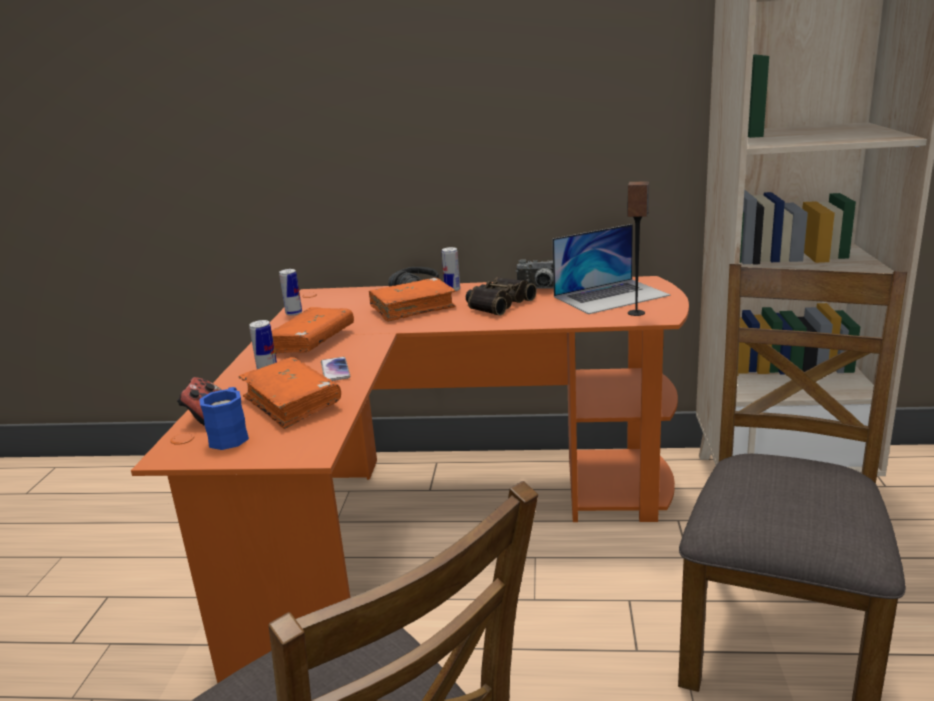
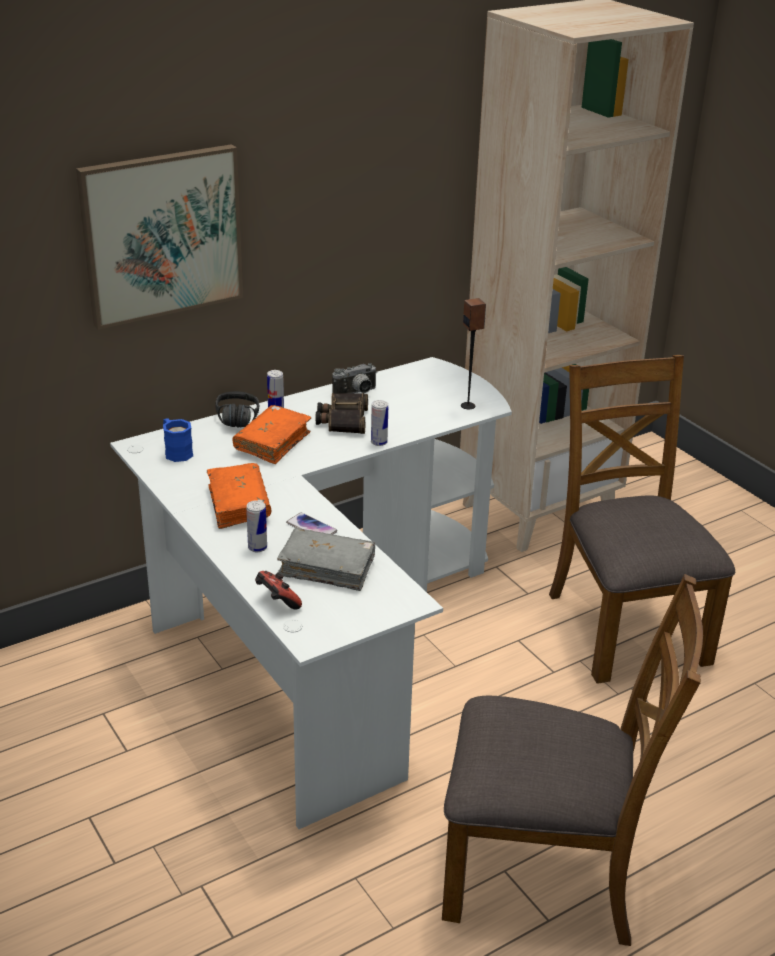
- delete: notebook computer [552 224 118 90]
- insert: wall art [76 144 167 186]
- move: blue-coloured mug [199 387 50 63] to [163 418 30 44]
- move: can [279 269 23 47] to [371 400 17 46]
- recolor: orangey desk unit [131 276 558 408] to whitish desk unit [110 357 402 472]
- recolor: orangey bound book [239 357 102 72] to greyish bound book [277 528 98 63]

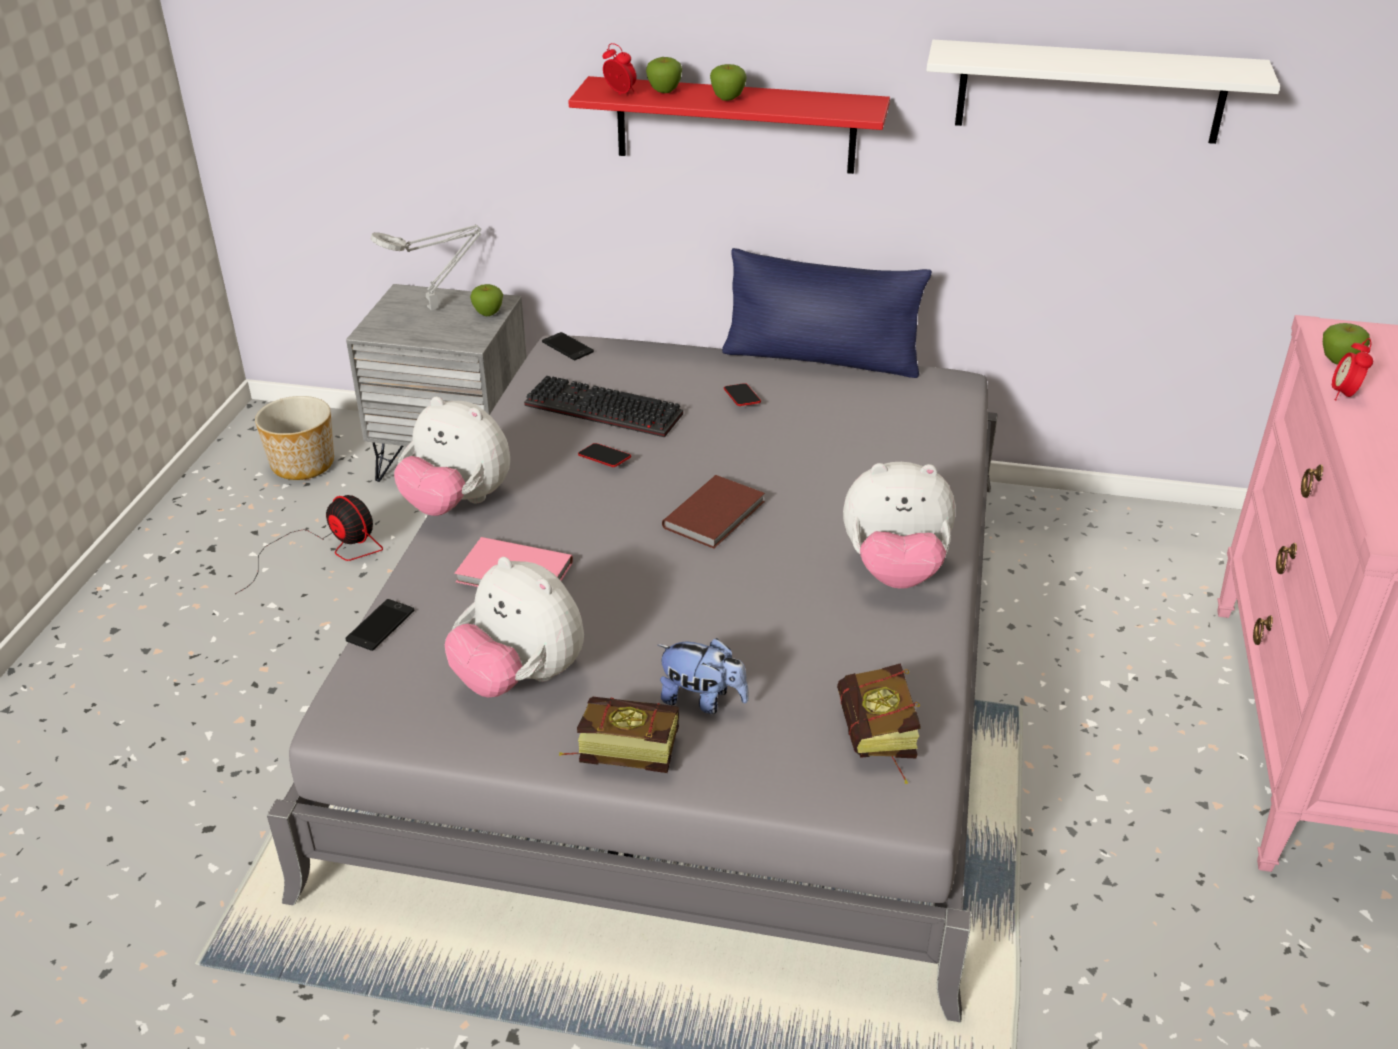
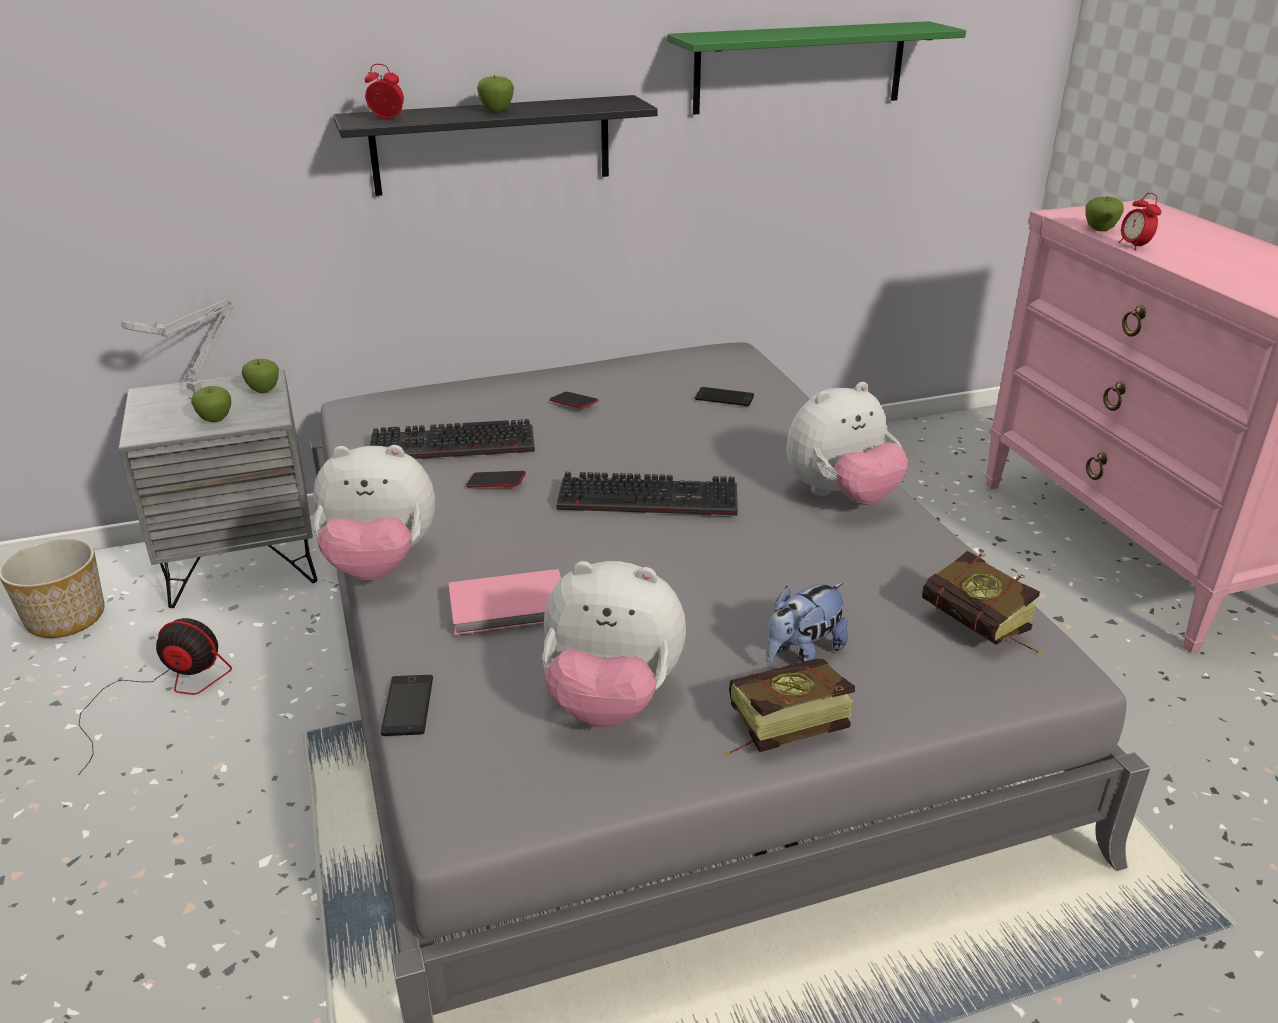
- delete: blue-coloured pillow [722 248 210 130]
- move: telephone [542 332 52 28] to [695 387 59 19]
- move: apple fruit [646 57 36 36] to [191 386 40 36]
- replace: brownish bound book [662 475 103 73] to PC keyboard [556 472 182 44]
- recolor: red-coloured wall shelf [568 76 322 98] to blackish wall shelf [333 95 325 101]
- recolor: whitish wall shelf [926 40 354 104] to greenish wall shelf [667 21 299 94]
- rotate: plush toy [658 638 91 76] = [766 583 82 80] 150 degrees clockwise

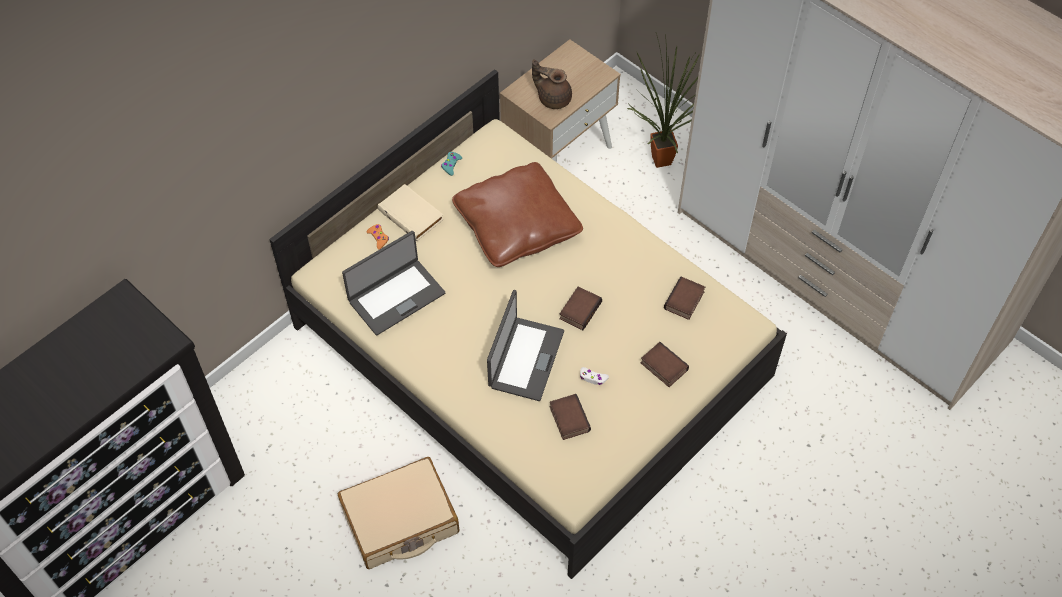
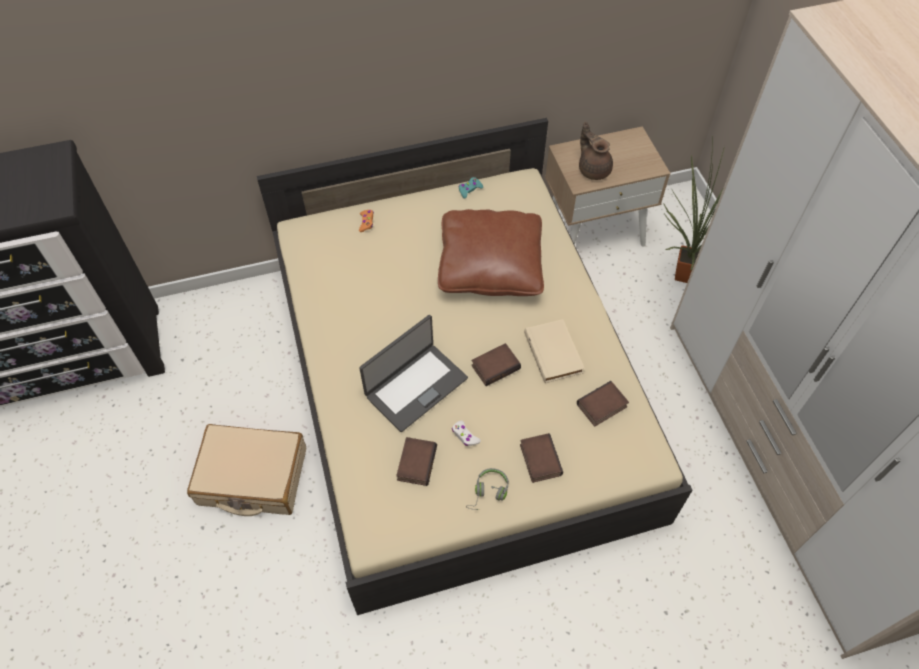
- delete: notebook computer [342 231 103 105]
- insert: greyish pair of headphones [466 468 43 42]
- move: beige-coloured bound book [377 184 67 57] to [524 319 61 64]

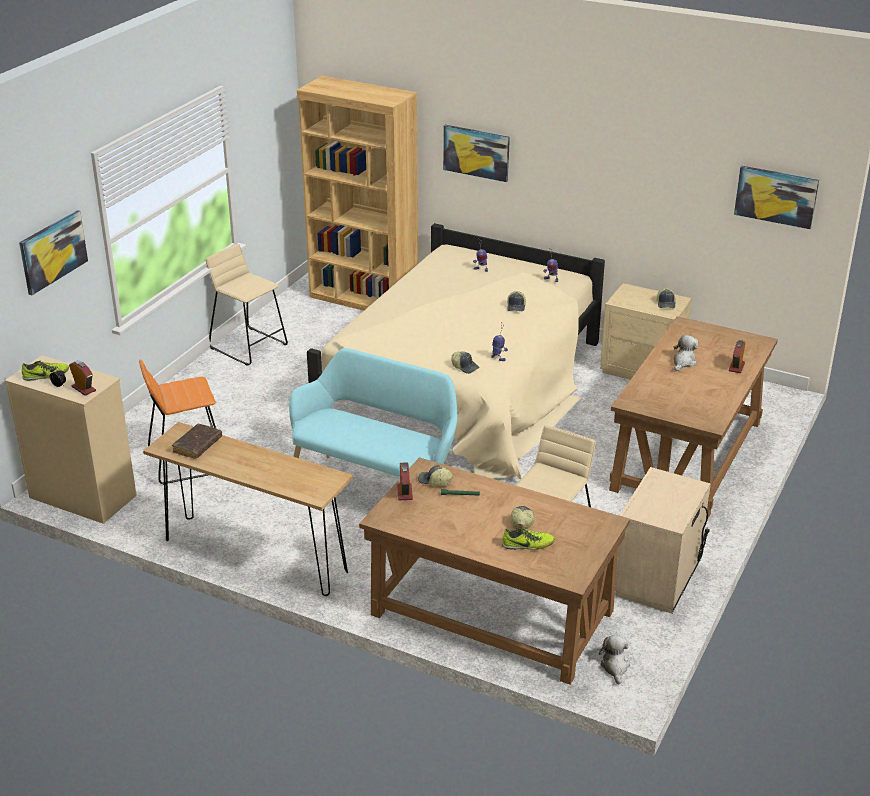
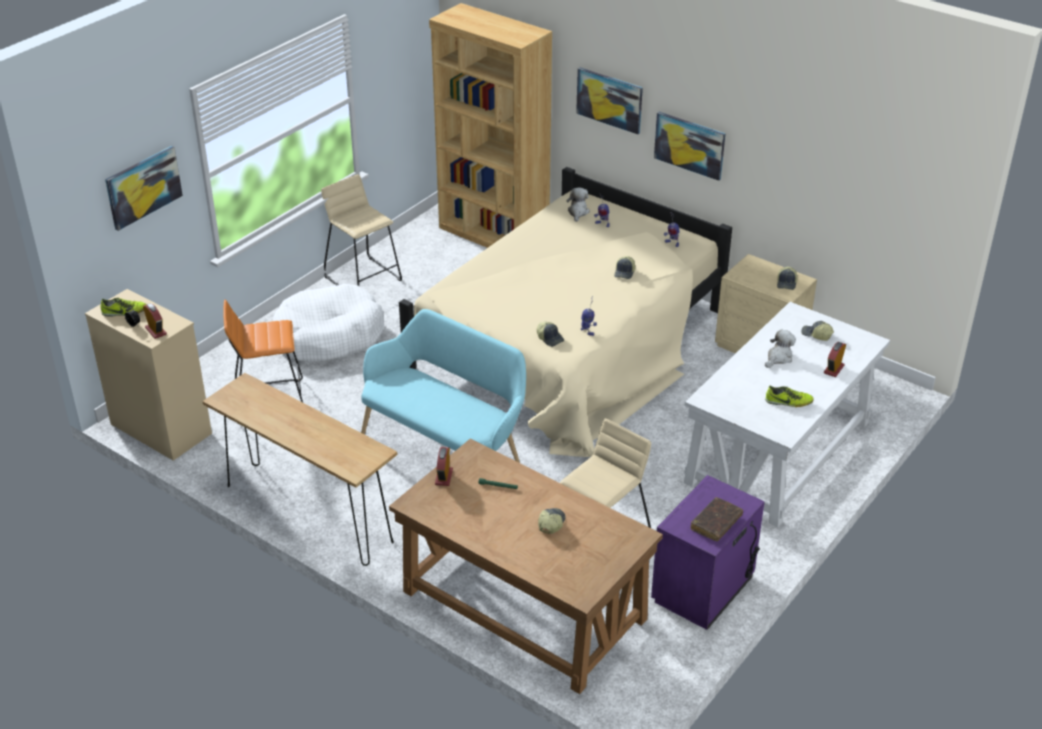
- insert: whitish dog cushion [273 284 112 78]
- move: brownish bound book [172 424 50 35] to [691 497 52 44]
- move: peaked cap [418 465 35 22] to [801 321 33 20]
- move: item of footwear [502 528 53 22] to [765 385 49 22]
- move: plush toy [599 635 31 50] to [567 187 23 35]
- move: wall art [734 166 85 63] to [654 112 71 69]
- recolor: brownish desk unit [609 316 169 202] to whitish desk unit [684 302 206 225]
- recolor: beige-coloured night table [615 467 96 146] to purple-coloured night table [651 475 114 155]

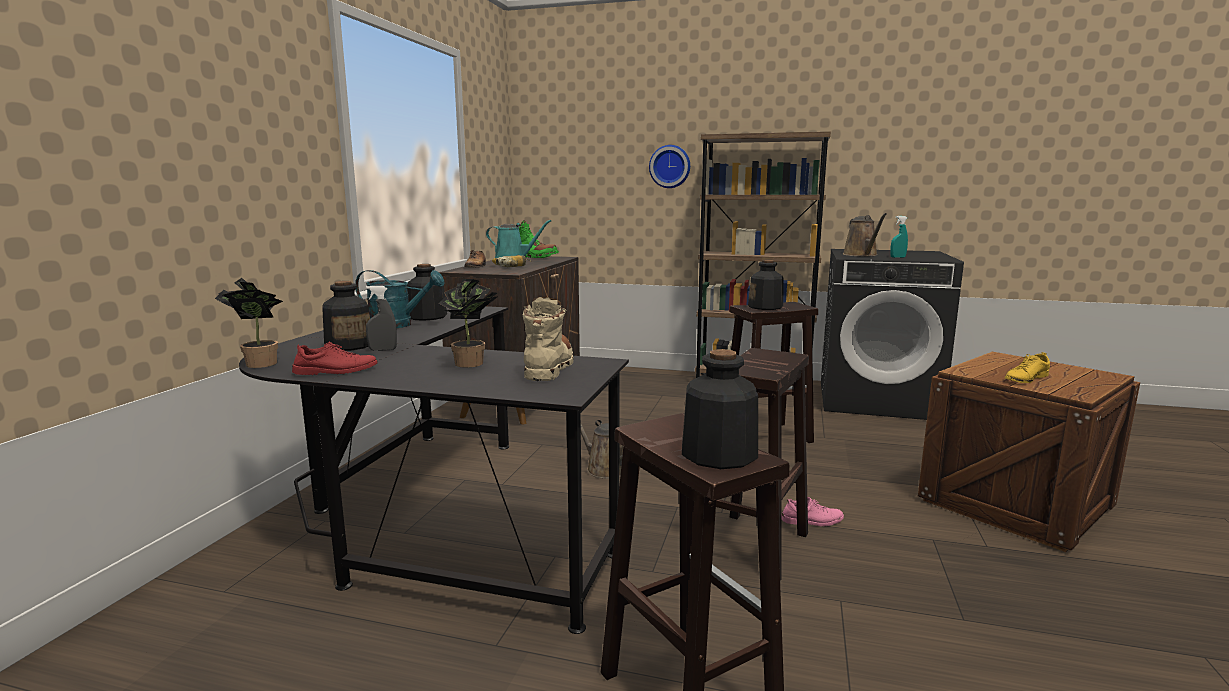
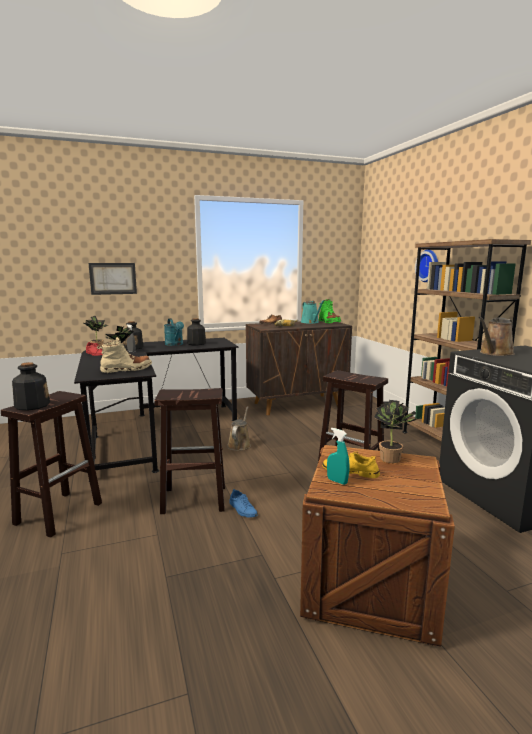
- delete: bottle [748 260 35 50]
- insert: wall art [89 263 48 32]
- insert: potted plant [374 400 47 63]
- move: turquoise-coloured sprayer [890 216 18 42] to [327 428 22 57]
- recolor: pink-coloured item of footwear [781 497 63 29] to blue-coloured item of footwear [229 489 29 29]

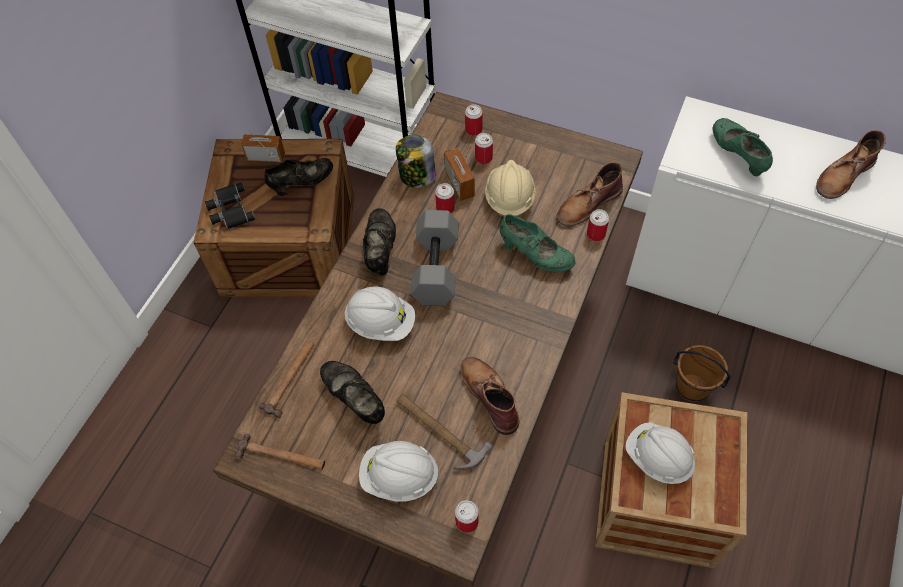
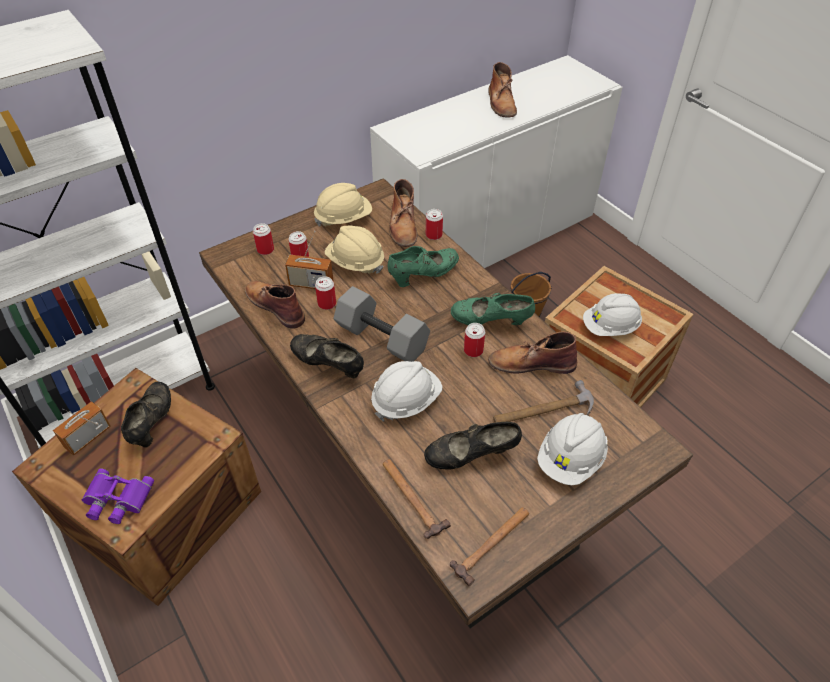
- insert: beige-coloured work helmet [314 183 58 44]
- move: can [455 500 24 33] to [464 323 21 34]
- move: greenish item of footwear [713 118 60 58] to [451 293 84 32]
- replace: jar [396 135 40 53] to brownish tall boot [245 281 60 48]
- recolor: blackish pair of binoculars [205 182 50 47] to purple-coloured pair of binoculars [82 469 72 55]

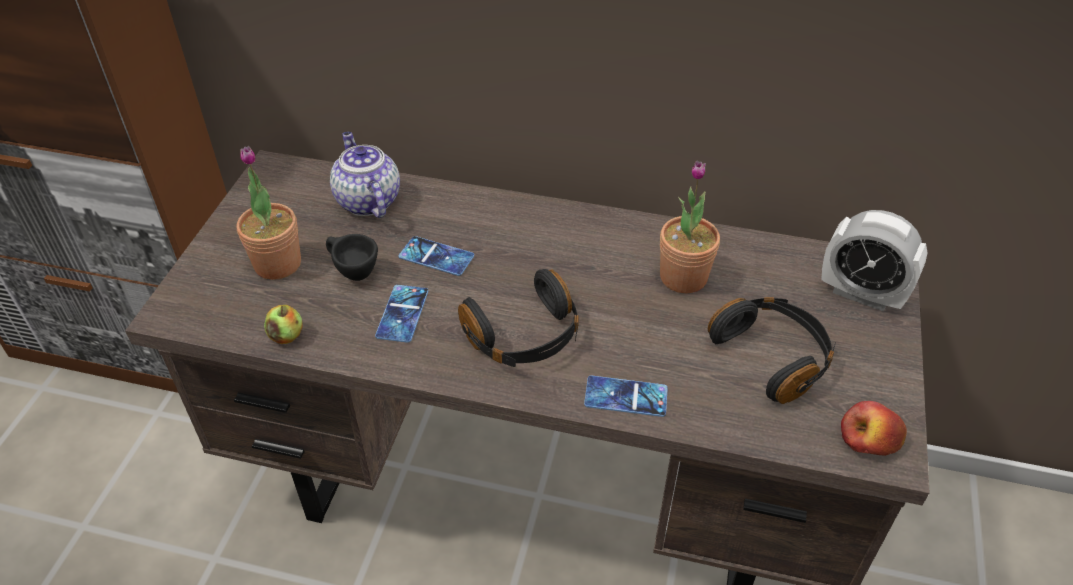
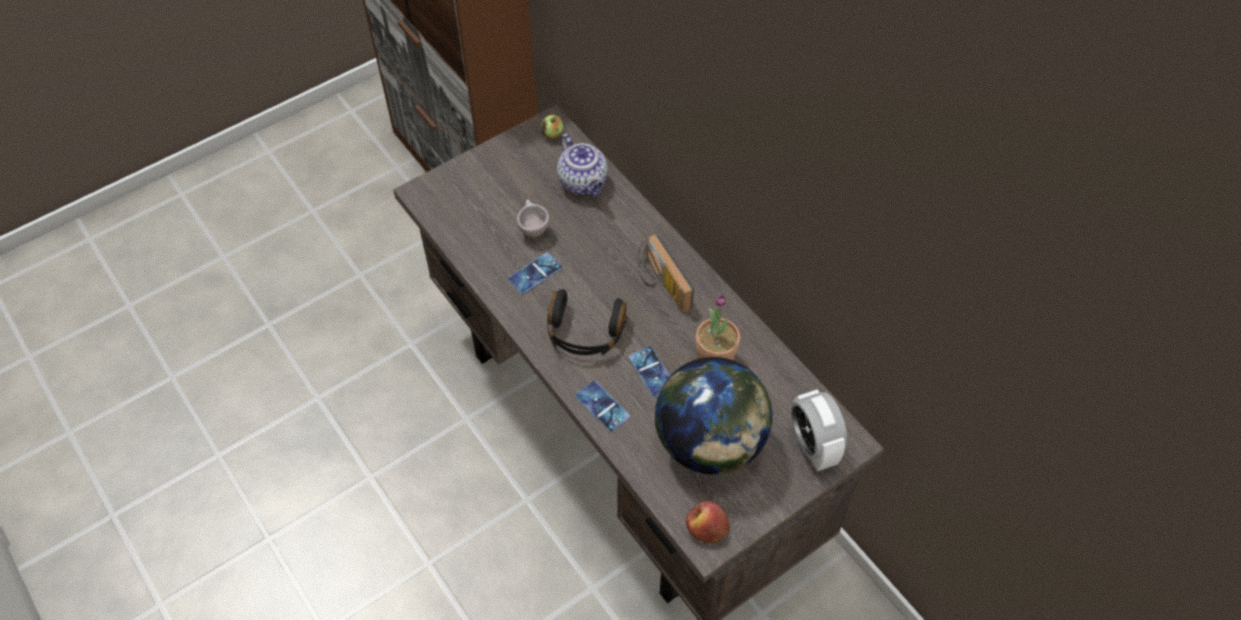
- delete: potted plant [237 146 64 134]
- insert: radio set [638 234 56 78]
- move: apple fruit [264 305 38 39] to [540 115 23 24]
- move: telephone [398 236 76 40] to [629 346 41 51]
- replace: blackish pair of headphones [708 297 128 107] to desk globe [654 357 118 118]
- recolor: blackish drinking cup [326 234 52 47] to beige-coloured drinking cup [517 199 32 38]
- rotate: pot for tea [330 132 70 86] = [557 134 51 63] 135 degrees clockwise

